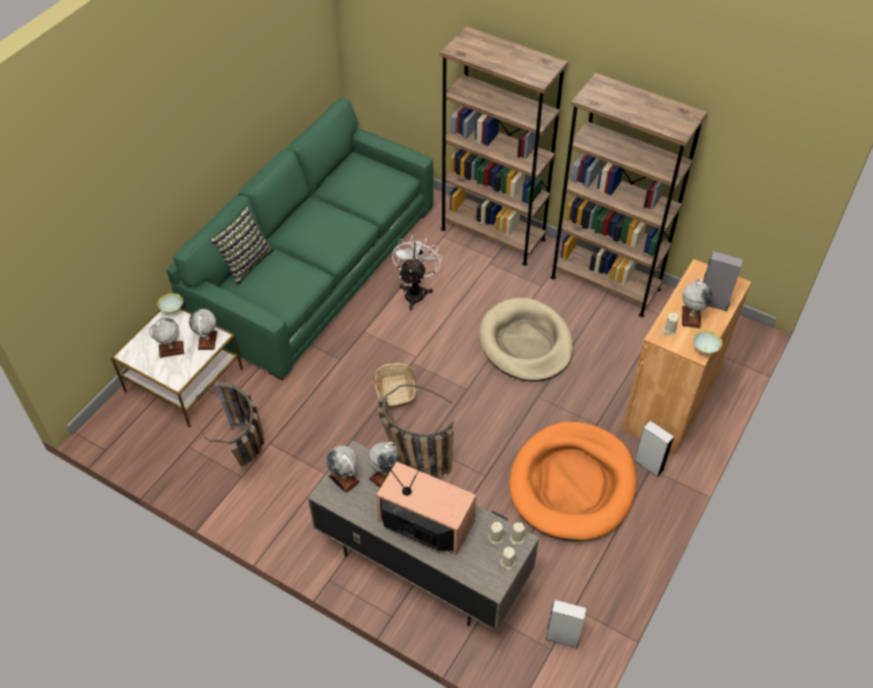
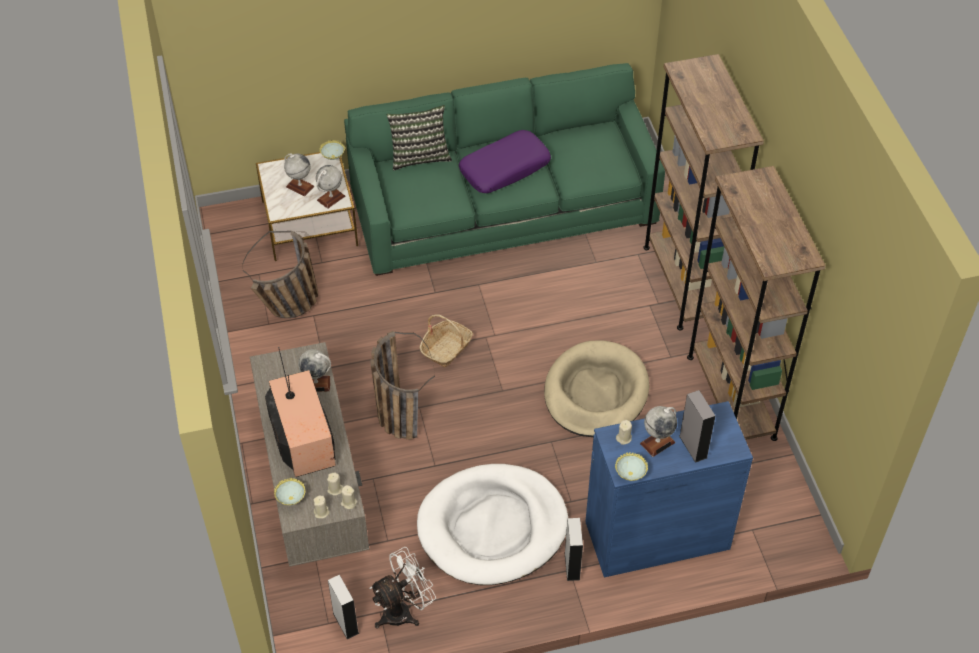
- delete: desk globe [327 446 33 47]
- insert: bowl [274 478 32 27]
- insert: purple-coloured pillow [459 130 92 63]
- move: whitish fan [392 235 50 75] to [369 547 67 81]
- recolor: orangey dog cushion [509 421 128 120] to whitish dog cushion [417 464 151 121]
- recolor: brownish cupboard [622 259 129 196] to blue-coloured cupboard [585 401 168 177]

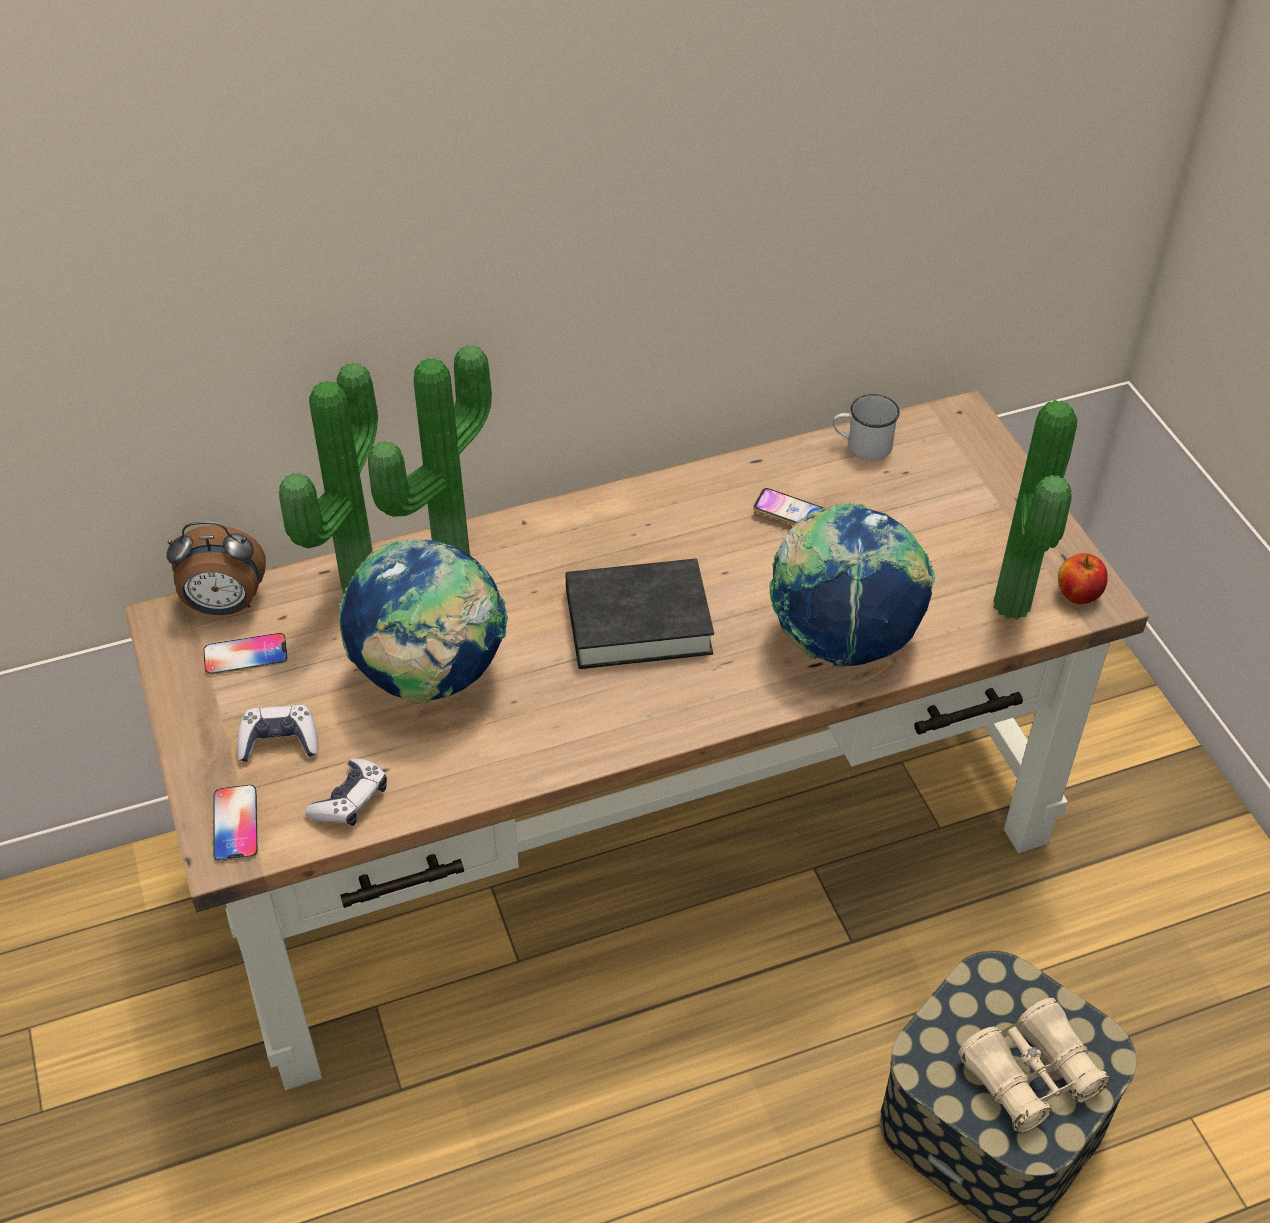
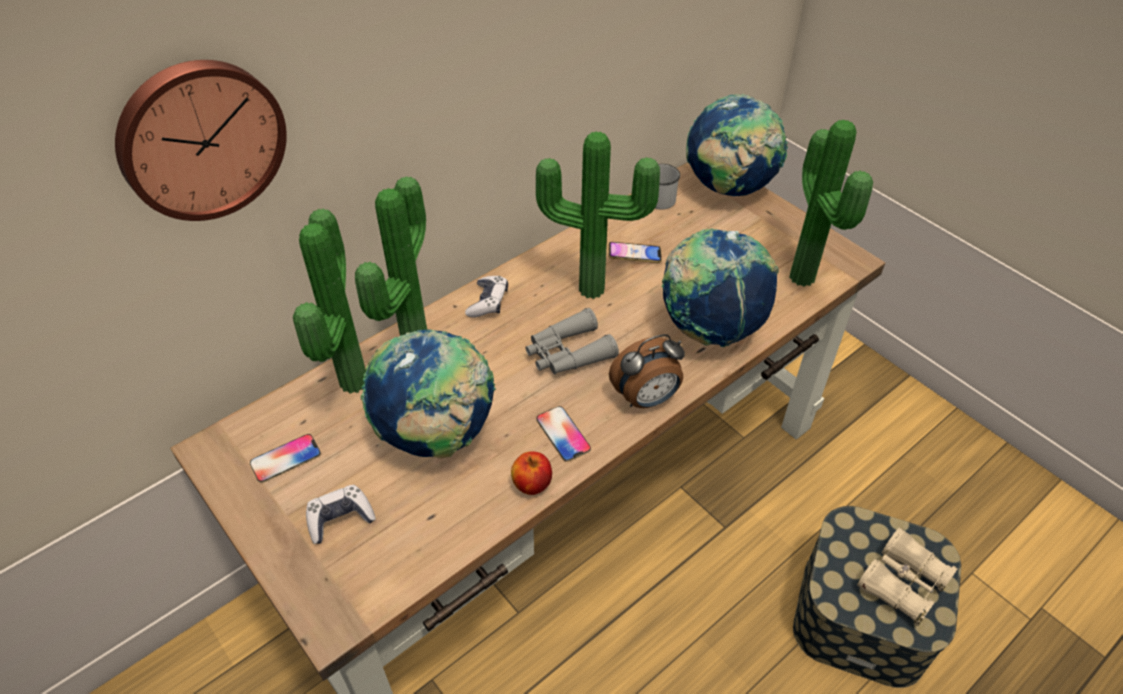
- insert: wall clock [115 60 172 161]
- insert: potted plant [536 131 124 168]
- insert: desk globe [686 94 102 103]
- move: bedside clock [166 522 100 93] to [609 334 76 74]
- move: telephone [213 785 45 77] to [537 406 54 56]
- move: gamepad [305 758 82 68] to [465 276 43 42]
- move: apple fruit [1058 553 50 51] to [511 451 41 44]
- replace: blackish bound book [565 559 149 110] to greyish pair of binoculars [525 308 94 66]

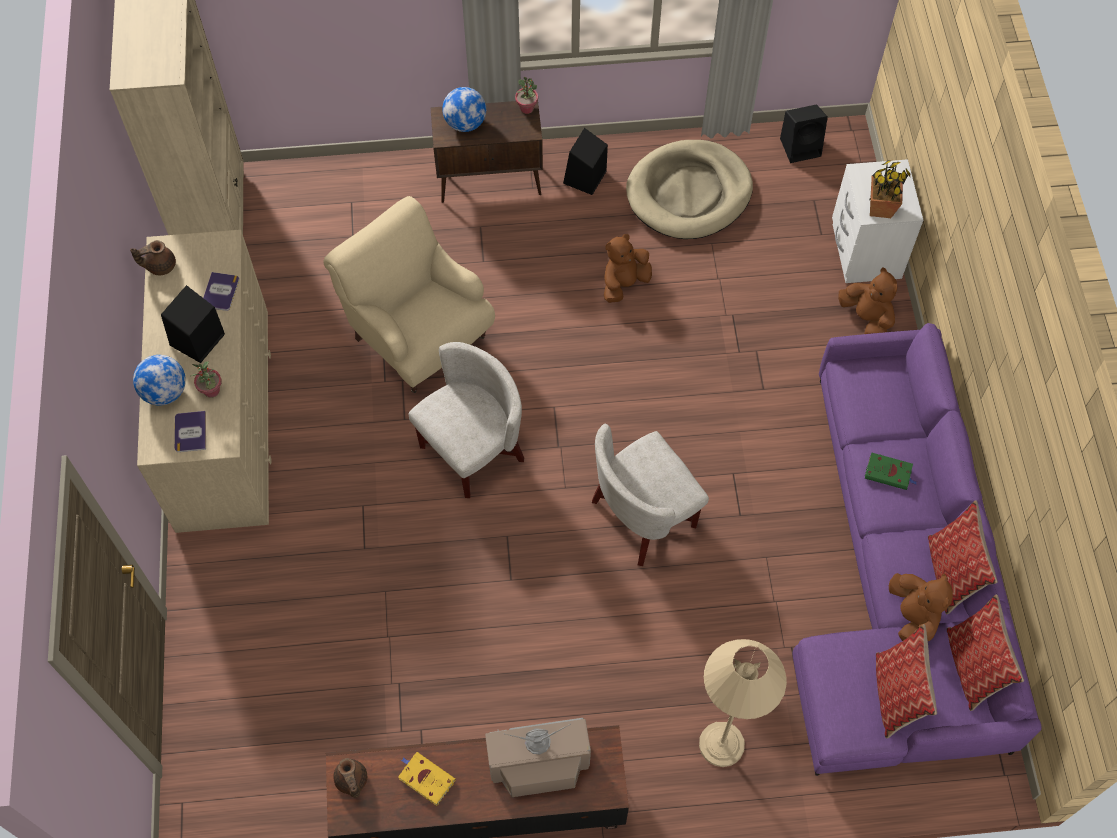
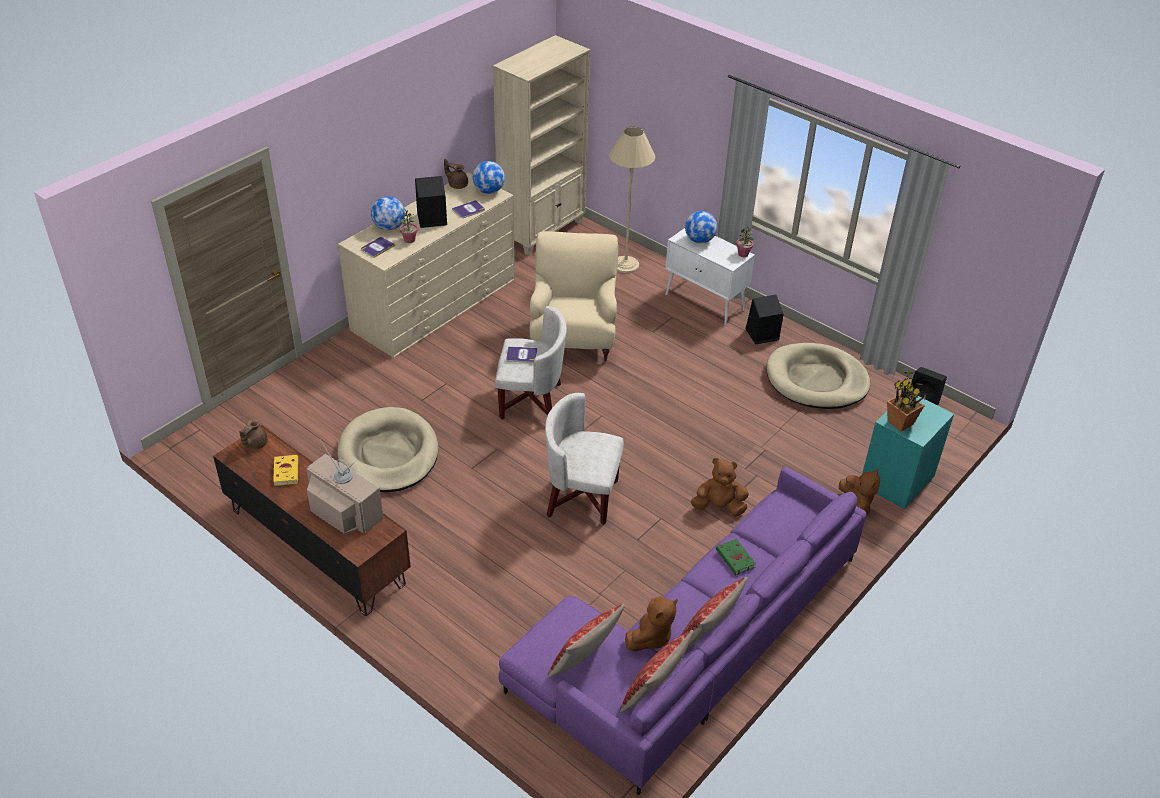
- insert: beige-coloured dog cushion [338 407 100 85]
- insert: desk globe [473 161 32 33]
- insert: bound book [506 346 32 17]
- move: brownish plush toy [604 234 48 69] to [691 458 58 58]
- move: beige-coloured floor lamp [699 639 88 128] to [609 127 46 146]
- recolor: brownish cupboard [431 101 112 102] to whitish cupboard [665 228 90 98]
- recolor: whitish night table [832 159 91 124] to turquoise-coloured night table [862 392 92 117]

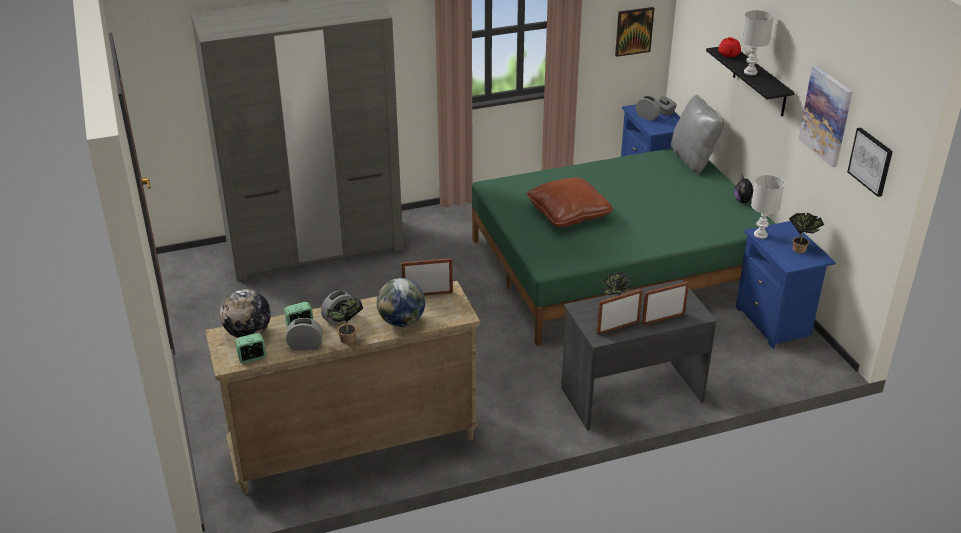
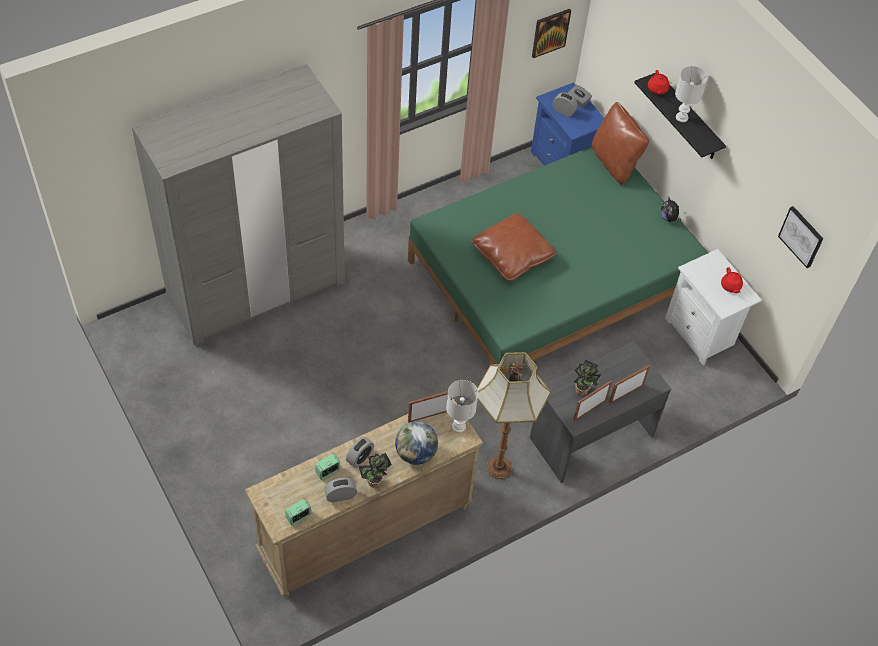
- delete: desk globe [220 289 51 49]
- delete: wall art [798 66 55 101]
- insert: floor lamp [477 352 74 127]
- move: whitish tabletop lamp [751 175 34 64] to [446 380 32 53]
- replace: potted plant [789 213 35 40] to red-coloured pot for tea [721 267 22 27]
- recolor: greyish pillow [671 95 53 79] to brownish pillow [591 102 58 83]
- recolor: blue-coloured night table [736 221 100 128] to whitish night table [665 249 97 116]

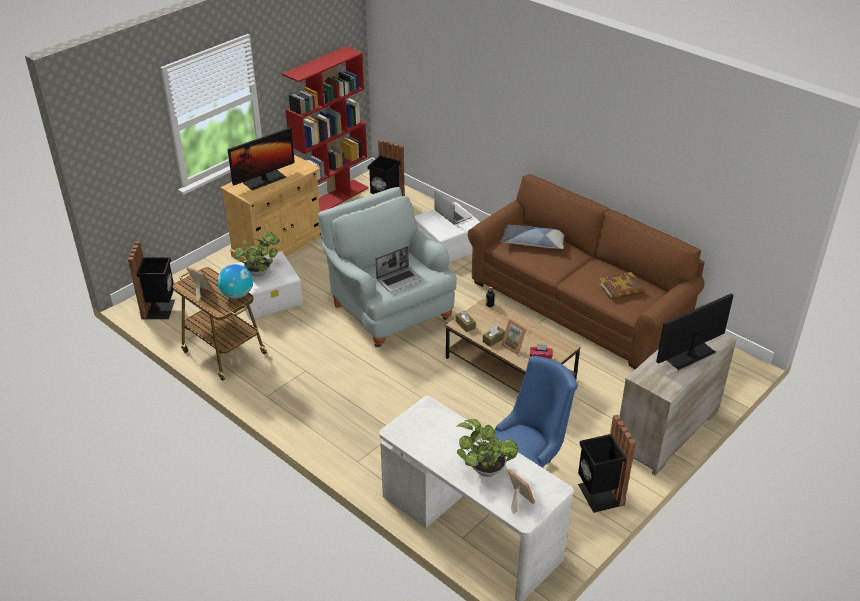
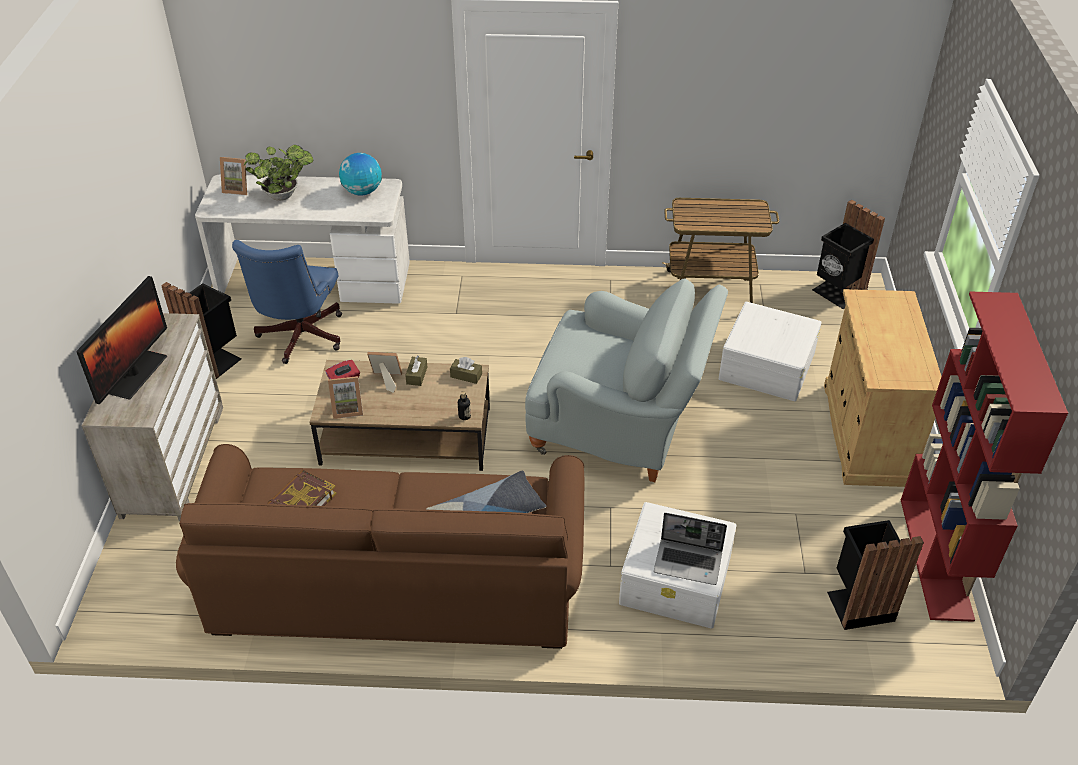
- delete: computer screen [227 127 68 63]
- delete: potted plant [235 232 45 45]
- delete: notebook computer [376 246 46 46]
- move: photo frame [186 267 28 34] to [328 376 35 43]
- move: desk globe [218 264 35 35] to [339 153 43 42]

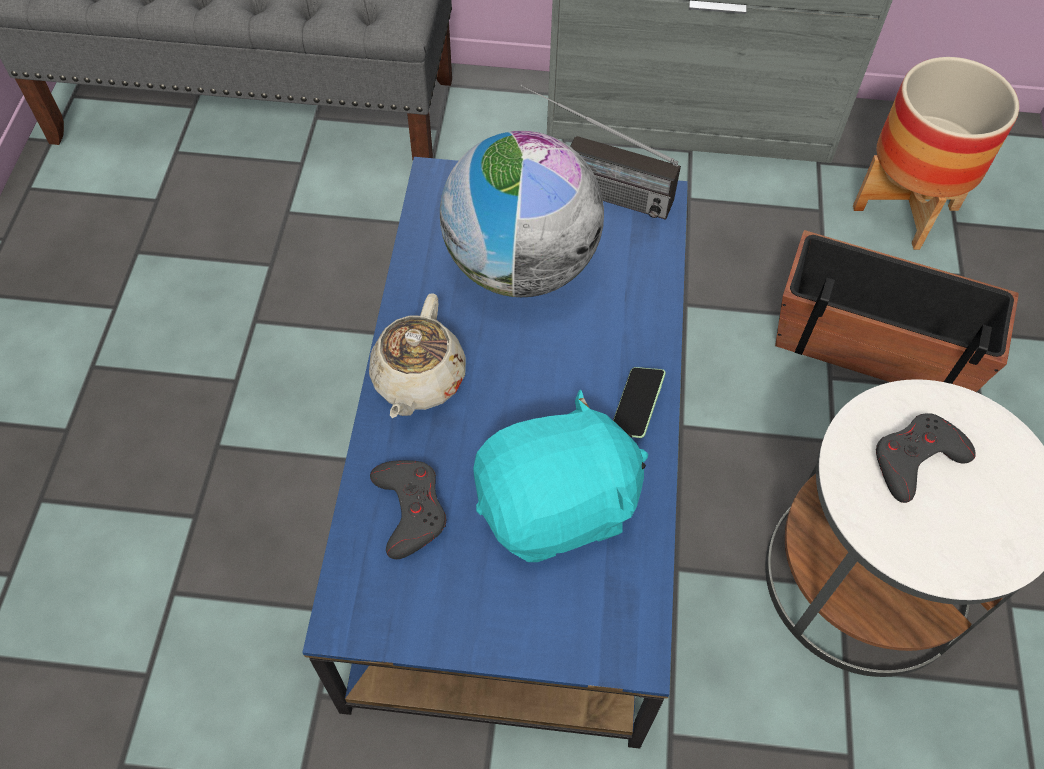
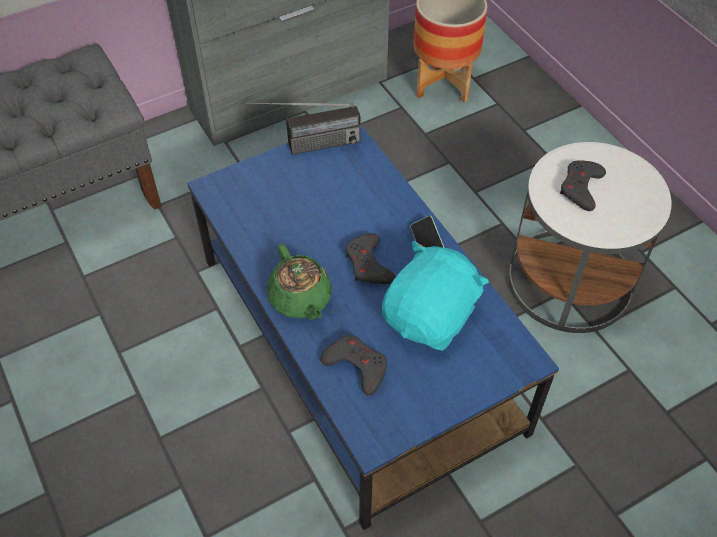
- delete: desk globe [440 131 164 166]
- delete: planter [775 230 244 162]
- insert: greyish gamepad [345 233 50 51]
- recolor: beige-coloured pot for tea [369 293 97 125] to greenish pot for tea [267 244 65 76]

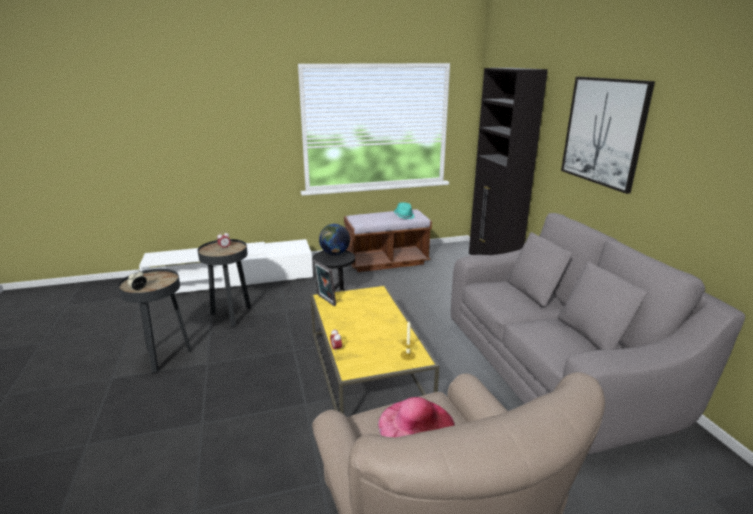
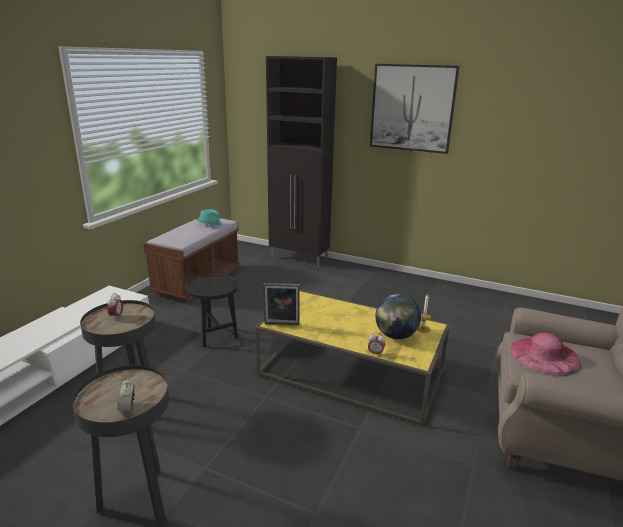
- delete: greyish sofa [451 213 294 242]
- move: desk globe [319 223 31 32] to [375 294 46 45]

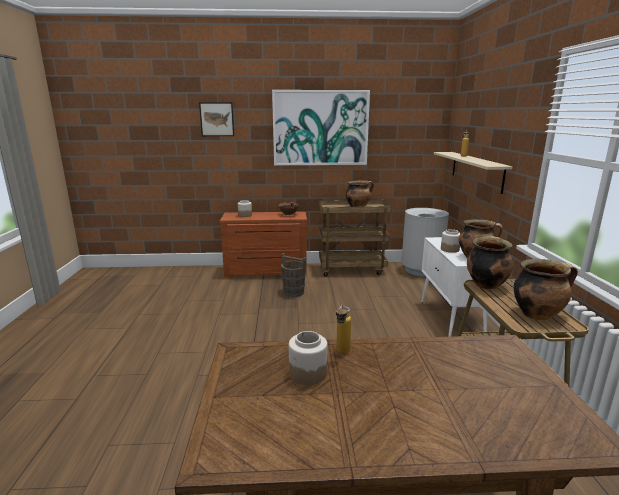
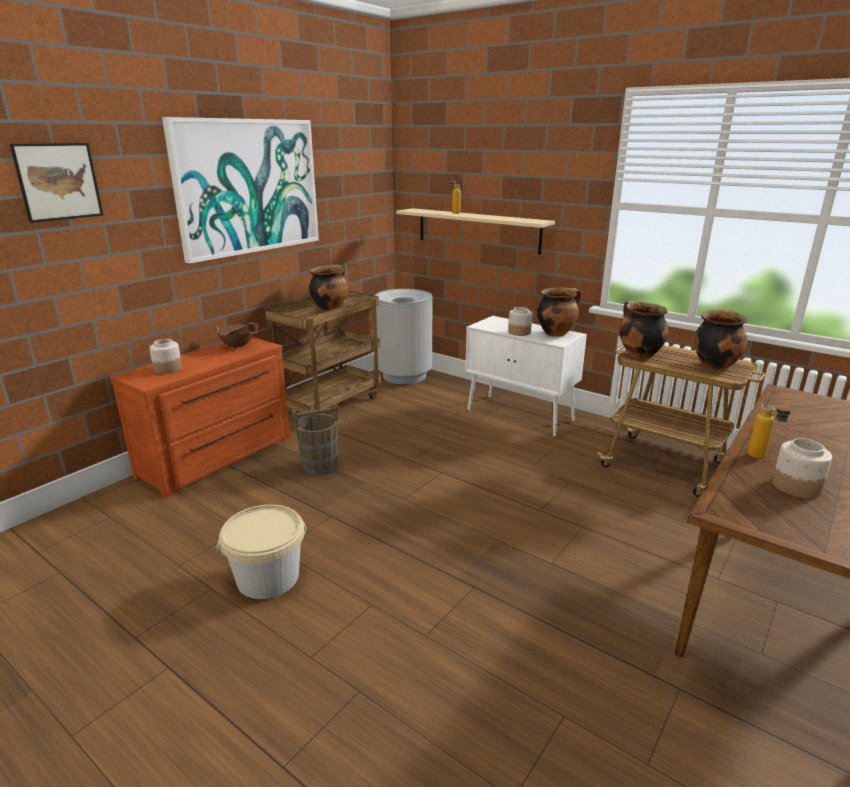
- insert: beige-coloured pail [217 505 90 94]

